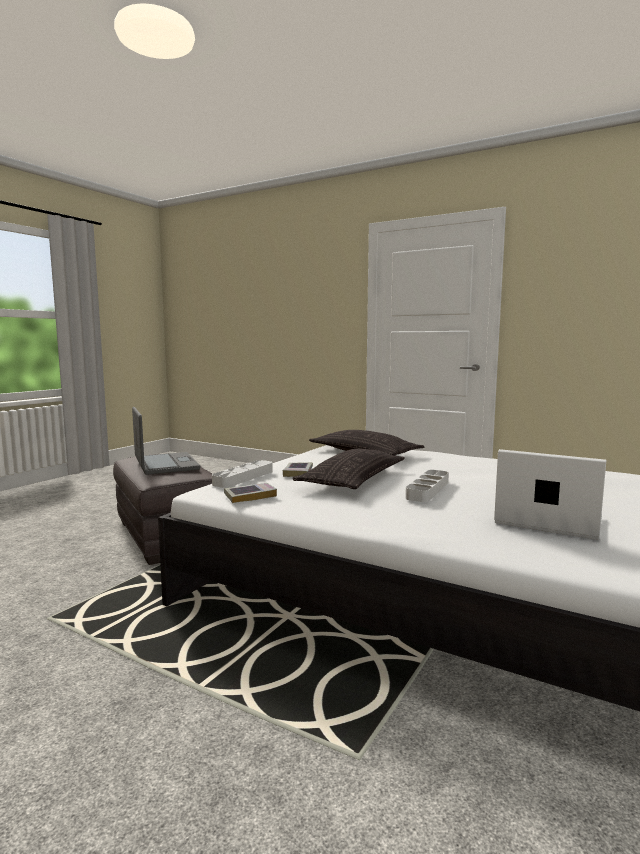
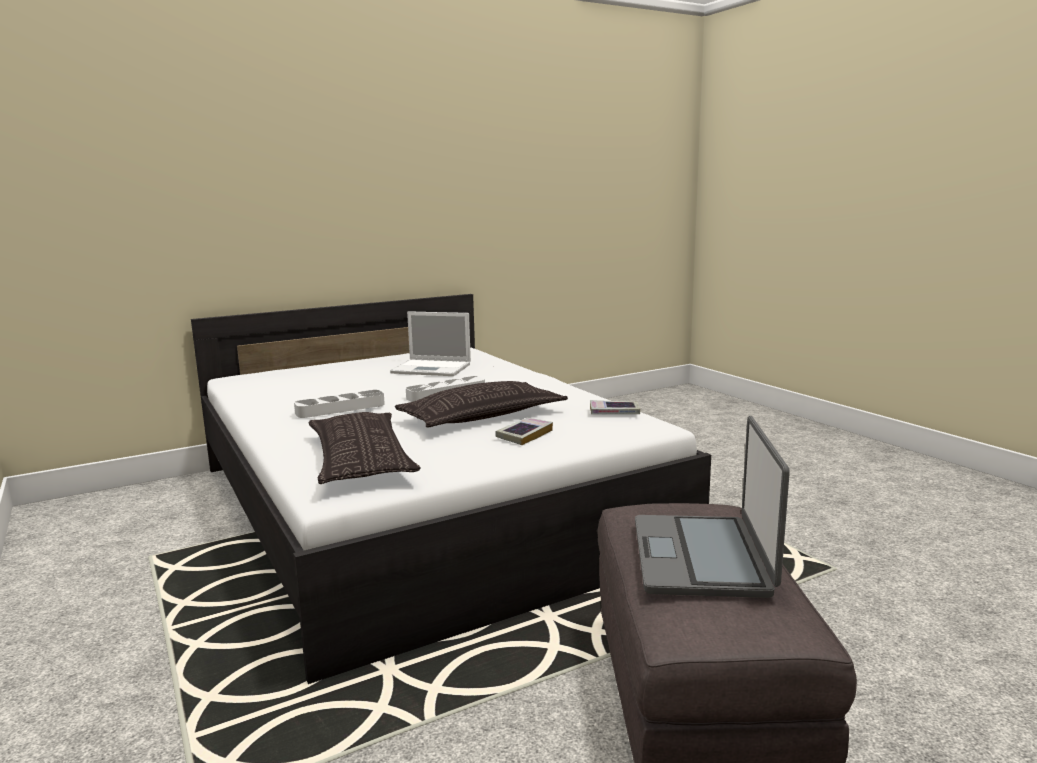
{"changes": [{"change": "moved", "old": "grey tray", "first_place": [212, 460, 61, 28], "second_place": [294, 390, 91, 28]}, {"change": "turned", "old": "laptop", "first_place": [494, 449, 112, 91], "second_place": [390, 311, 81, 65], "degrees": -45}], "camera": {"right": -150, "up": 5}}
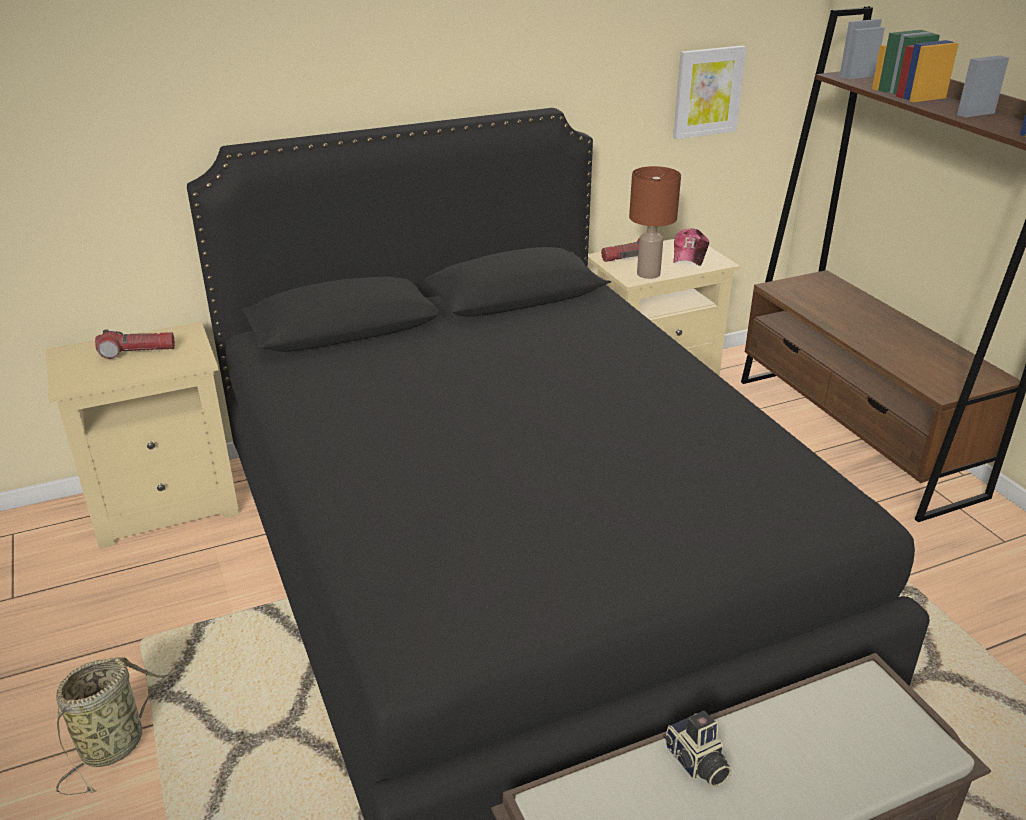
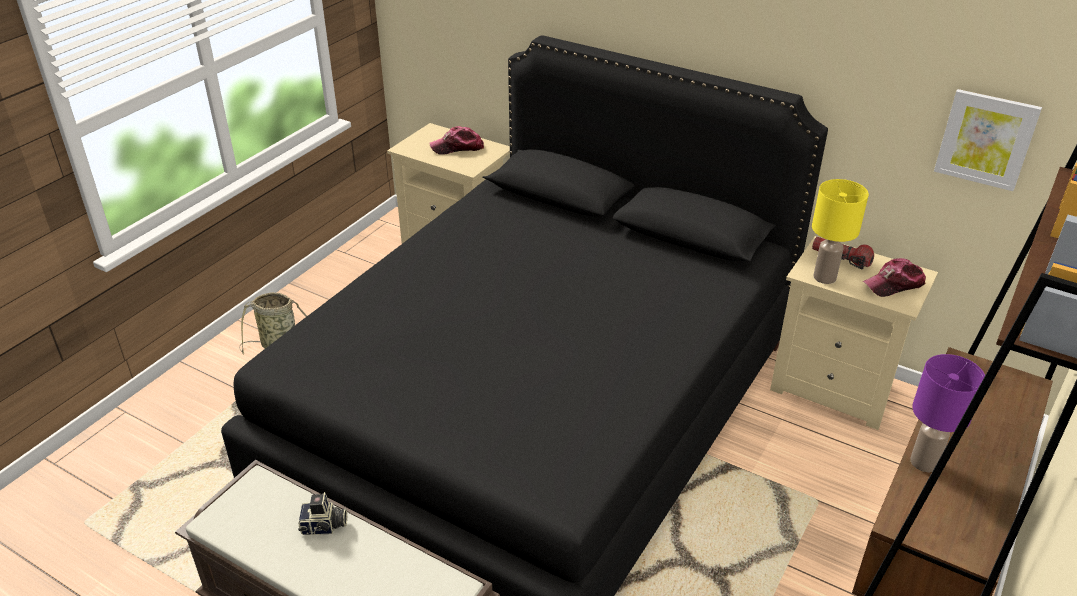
{"changes": [{"change": "replaced", "old": "flashlight", "new": "cap", "first_place": [95, 329, 80, 30], "second_place": [429, 126, 55, 29]}, {"change": "recoloured", "old": "brown table lamp", "new": "yellow table lamp", "first_place": [629, 166, 52, 113], "second_place": [812, 179, 57, 105]}, {"change": "turned", "old": "photo camera", "first_place": [663, 711, 69, 76], "second_place": [298, 492, 49, 43], "degrees": -120}, {"change": "added", "new": "purple table lamp", "second_place": [910, 354, 75, 118]}], "camera": {"right": 55, "up": 5}}
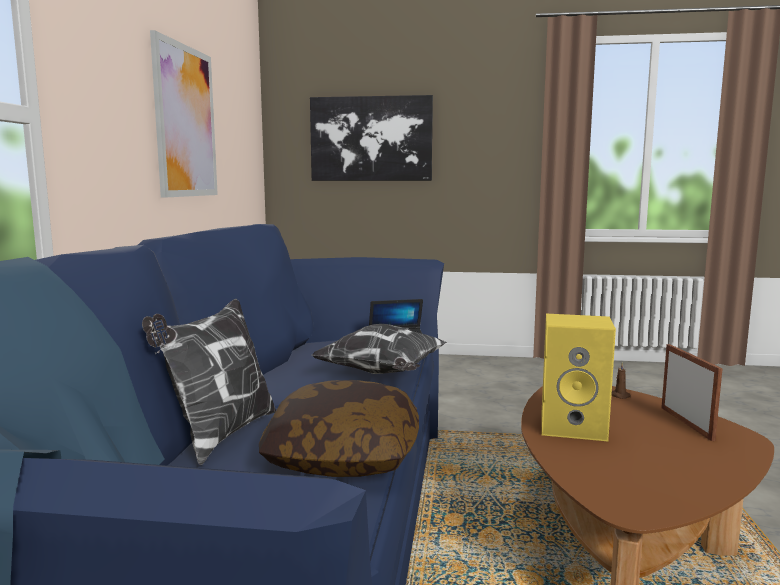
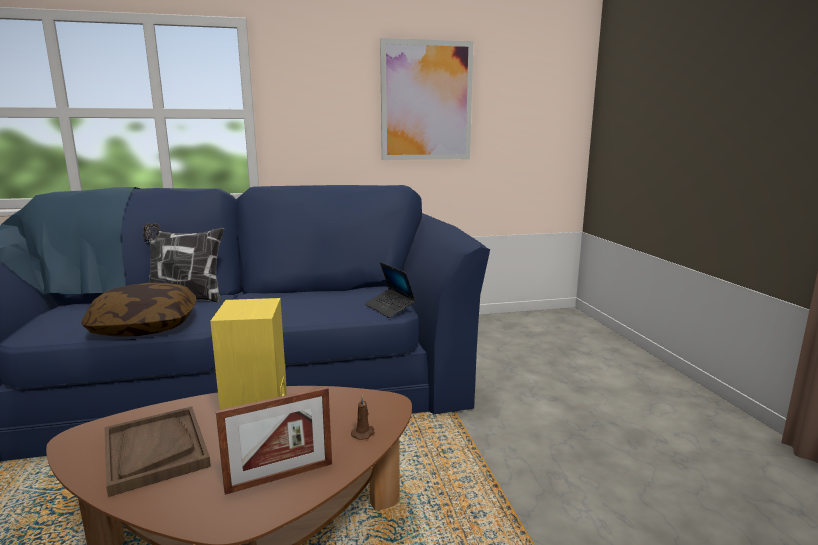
{"changes": [{"change": "removed", "old": "picture", "first_place": [310, 95, 123, 86]}, {"change": "removed", "old": "pillow", "first_place": [312, 324, 135, 50]}, {"change": "added", "new": "brown tray", "second_place": [104, 406, 107, 91]}], "camera": {"right": 70, "up": 5}}
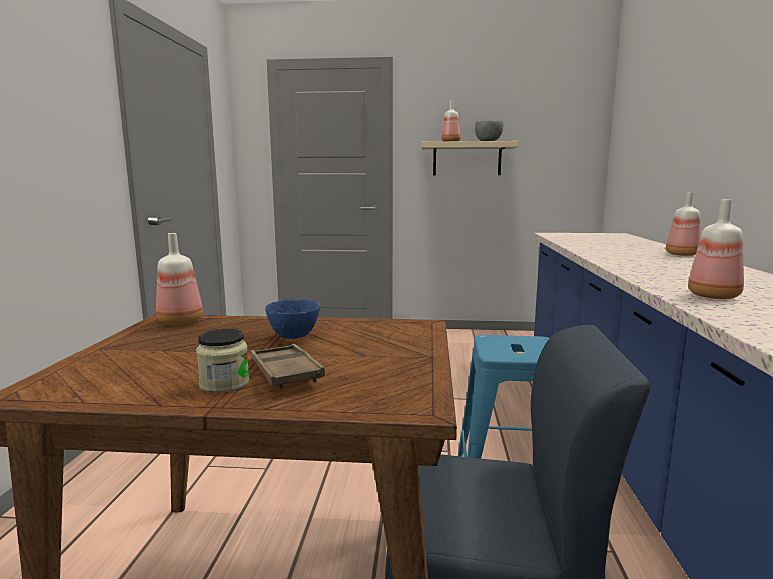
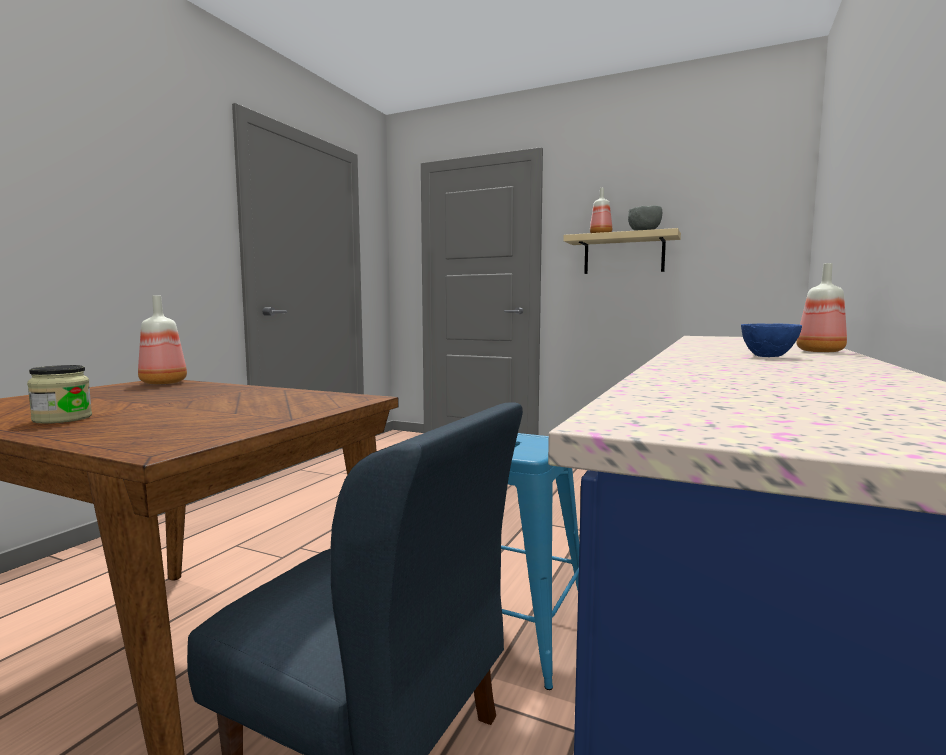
{"changes": [{"change": "removed", "old": "brown tray", "first_place": [251, 344, 74, 45]}, {"change": "moved", "old": "blue bowl", "first_place": [265, 299, 55, 40], "second_place": [741, 323, 61, 34]}, {"change": "removed", "old": "bottle", "first_place": [688, 200, 56, 99]}], "camera": {"right": 20, "up": -5}}
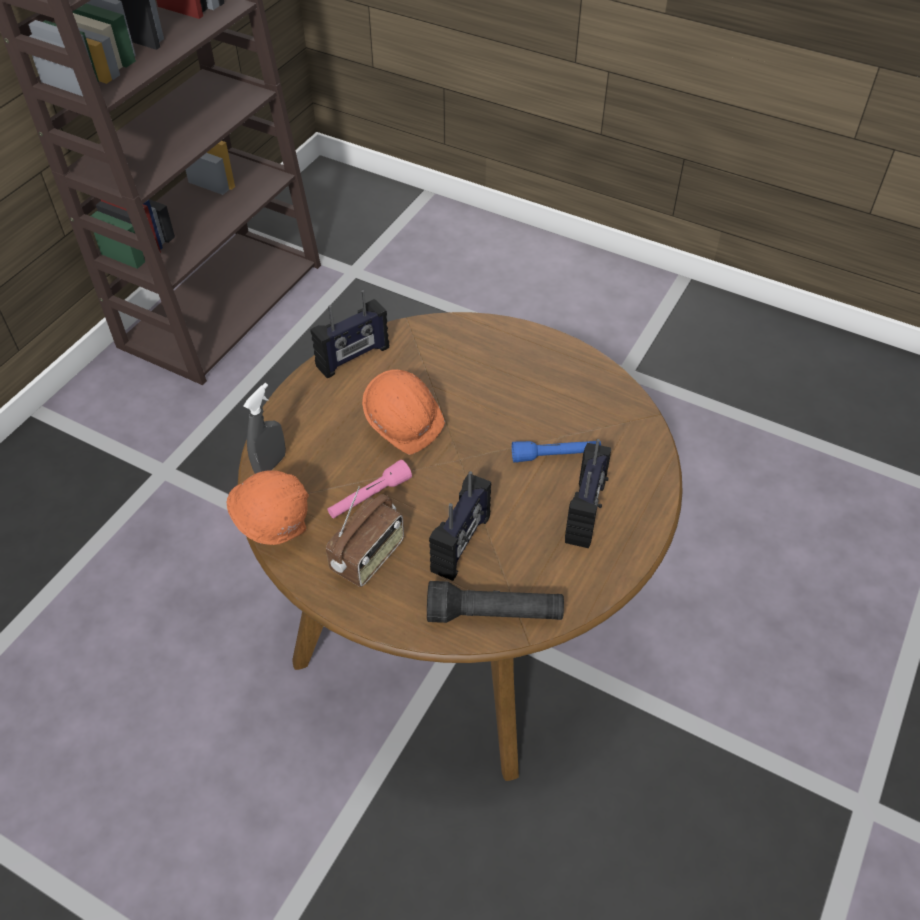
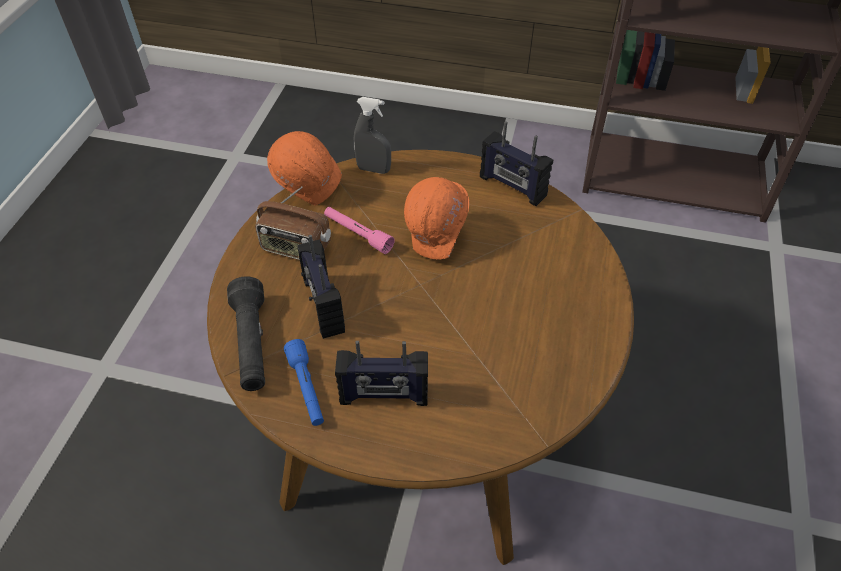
{"changes": [{"change": "turned", "old": "radio", "first_place": [429, 471, 62, 110], "second_place": [297, 235, 48, 104], "degrees": 60}, {"change": "moved", "old": "blue flashlight", "first_place": [512, 441, 89, 22], "second_place": [284, 339, 40, 87]}], "camera": {"right": 75, "up": 0}}
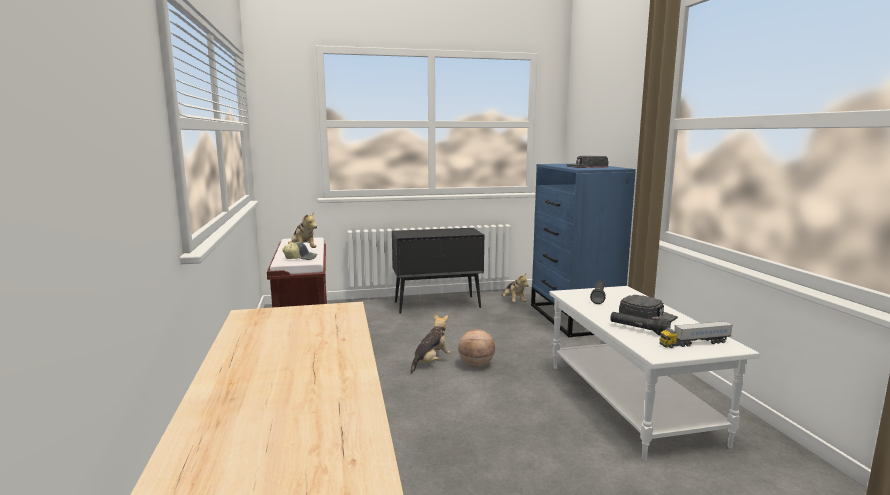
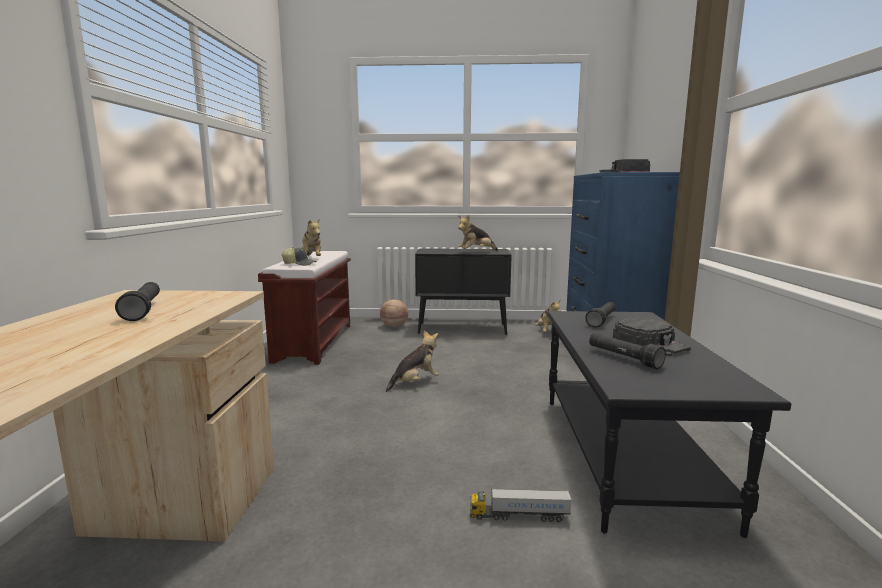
{"changes": [{"change": "moved", "old": "basketball", "first_place": [458, 329, 37, 38], "second_place": [380, 299, 28, 29]}, {"change": "recoloured", "old": "white coffee table", "new": "black coffee table", "first_place": [549, 286, 211, 175], "second_place": [547, 311, 244, 227]}, {"change": "moved", "old": "toy truck", "first_place": [660, 321, 73, 27], "second_place": [470, 488, 102, 34]}, {"change": "added", "new": "black flashlight", "second_place": [115, 282, 45, 39]}, {"change": "added", "new": "plush toy", "second_place": [458, 215, 40, 36]}], "camera": {"right": 15, "up": 0}}
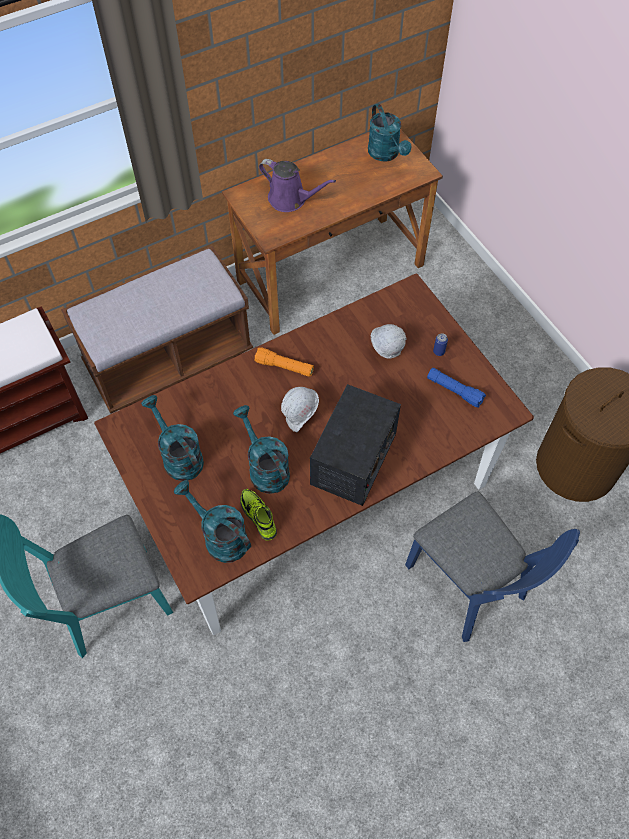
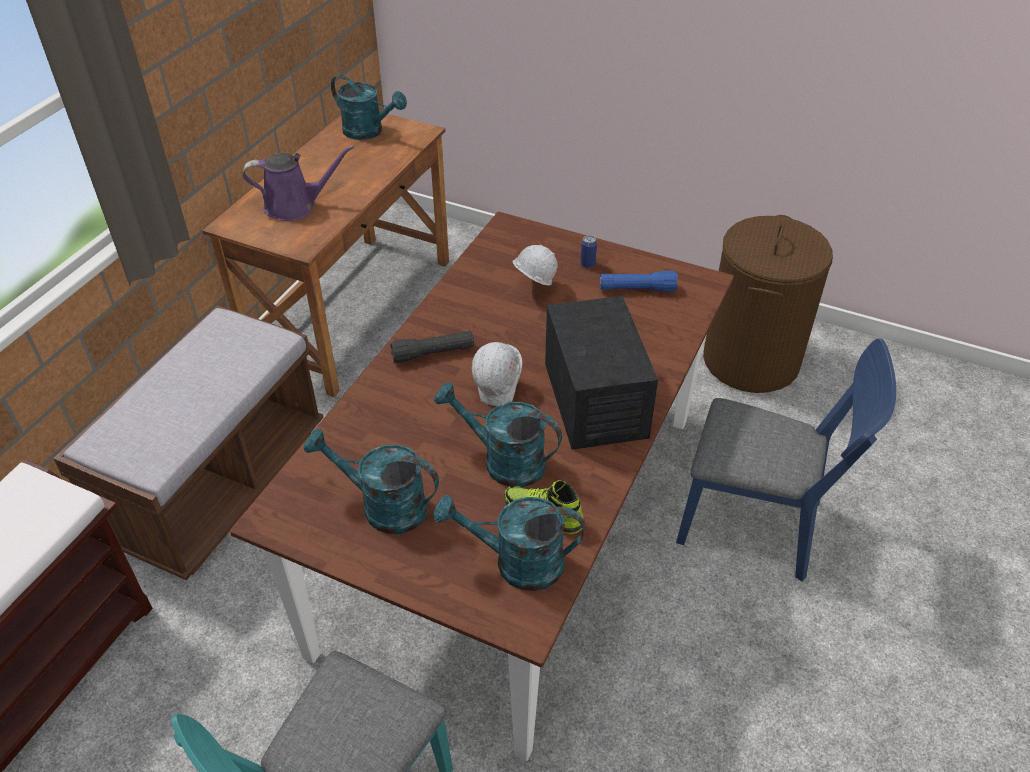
{"changes": [{"change": "recoloured", "old": "orange flashlight", "new": "black flashlight", "first_place": [254, 347, 60, 30], "second_place": [390, 330, 84, 33]}], "camera": {"right": -35, "up": -15}}
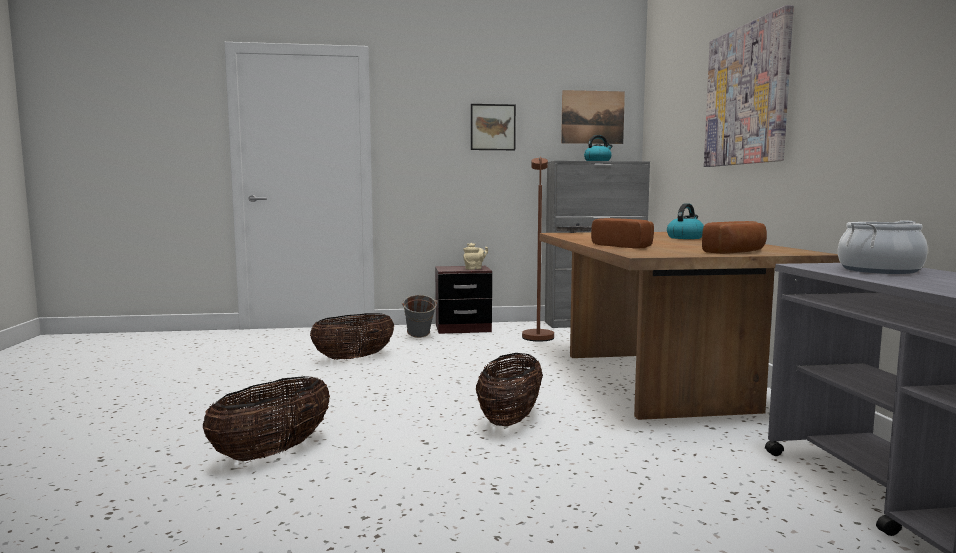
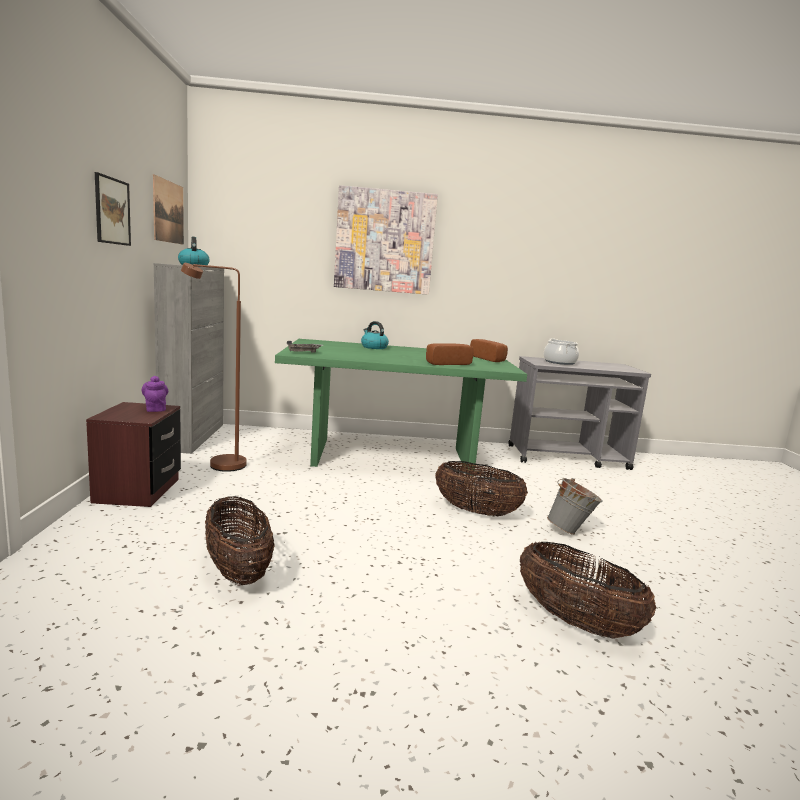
{"changes": [{"change": "moved", "old": "grey bucket", "first_place": [402, 295, 36, 43], "second_place": [547, 478, 56, 57]}, {"change": "recoloured", "old": "beige teapot", "new": "purple teapot", "first_place": [463, 243, 25, 27], "second_place": [142, 376, 26, 36]}, {"change": "recoloured", "old": "brown dining table", "new": "green dining table", "first_place": [539, 232, 301, 188], "second_place": [275, 339, 252, 137]}], "camera": {"right": -85, "up": 5}}
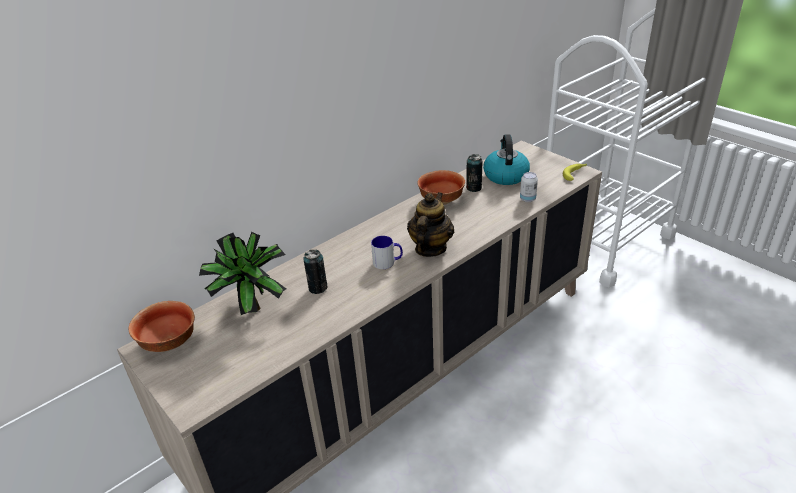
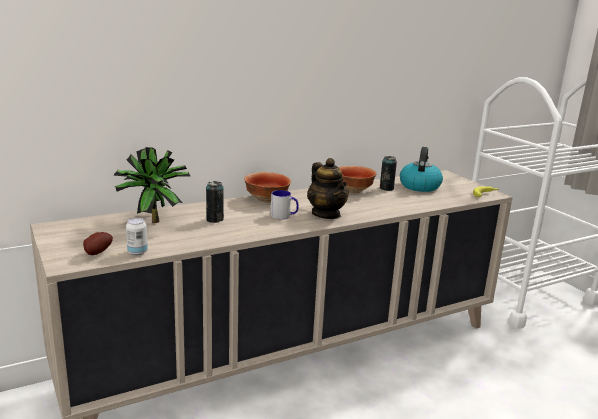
{"changes": [{"change": "moved", "old": "bowl", "first_place": [129, 301, 66, 51], "second_place": [244, 172, 47, 31]}, {"change": "turned", "old": "teapot", "first_place": [407, 192, 47, 65], "second_place": [307, 158, 41, 61], "degrees": 120}, {"change": "moved", "old": "can", "first_place": [520, 172, 18, 30], "second_place": [126, 218, 22, 37]}, {"change": "added", "new": "potato", "second_place": [83, 232, 30, 23]}], "camera": {"right": 10, "up": -15}}
